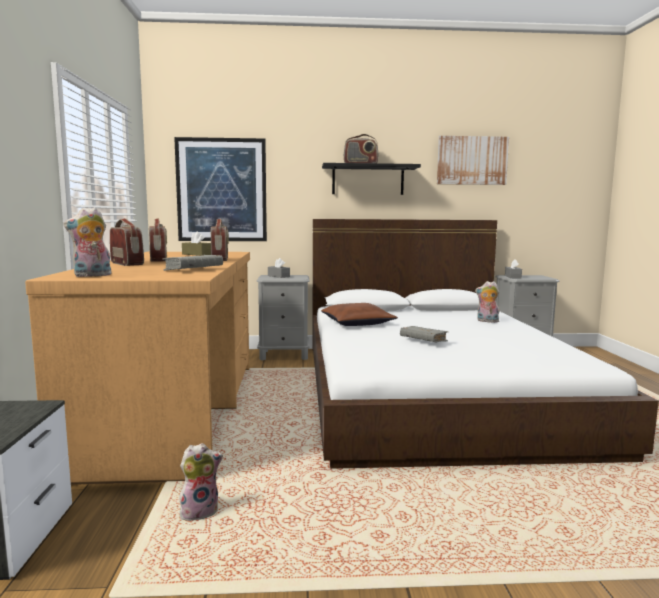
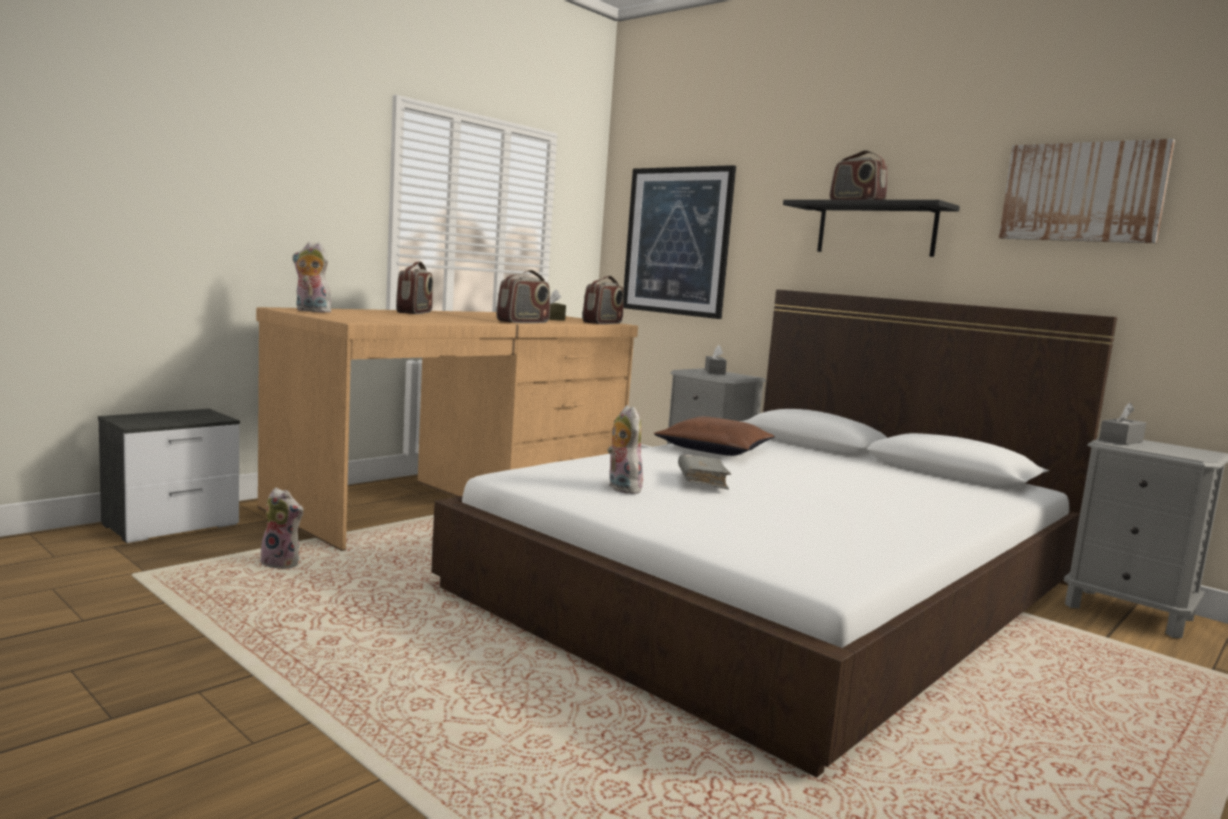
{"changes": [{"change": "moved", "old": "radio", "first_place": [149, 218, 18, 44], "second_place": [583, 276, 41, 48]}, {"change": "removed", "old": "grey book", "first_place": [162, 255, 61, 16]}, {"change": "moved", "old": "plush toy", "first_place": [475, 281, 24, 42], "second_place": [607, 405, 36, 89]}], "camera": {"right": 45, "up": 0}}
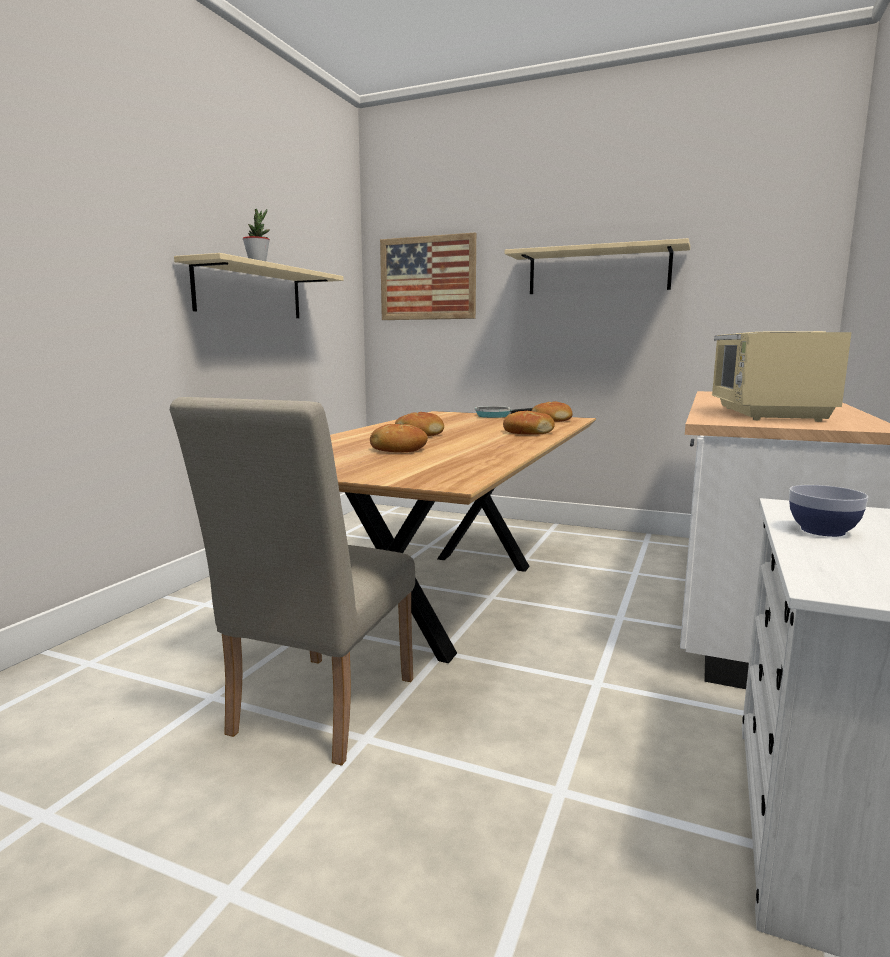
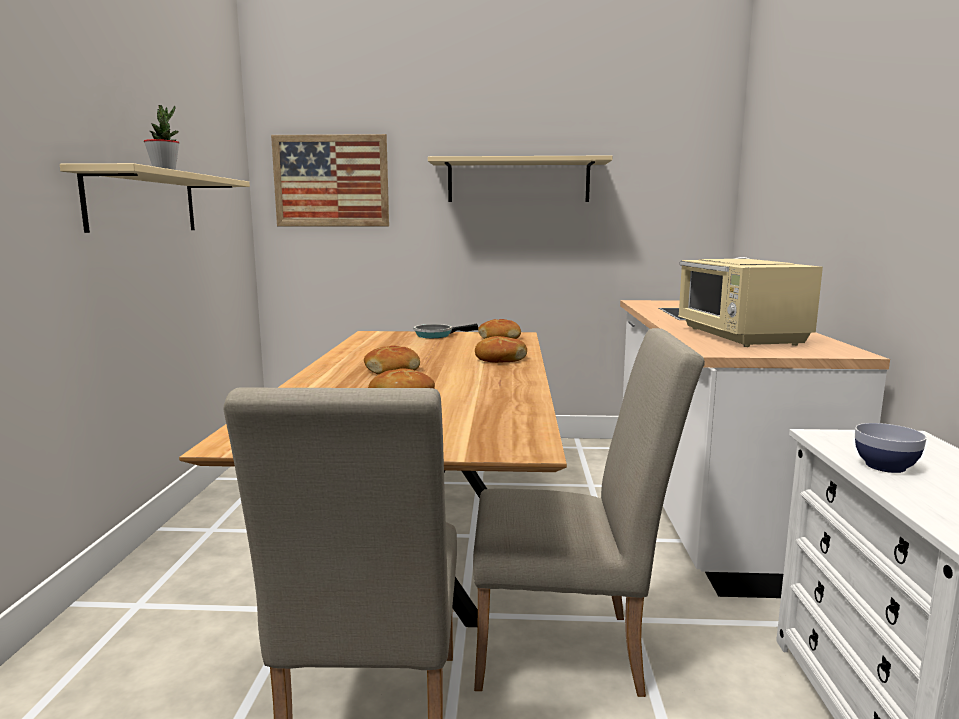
{"changes": [{"change": "added", "new": "beige chair", "second_place": [473, 328, 232, 369]}], "camera": {"right": -20, "up": 0}}
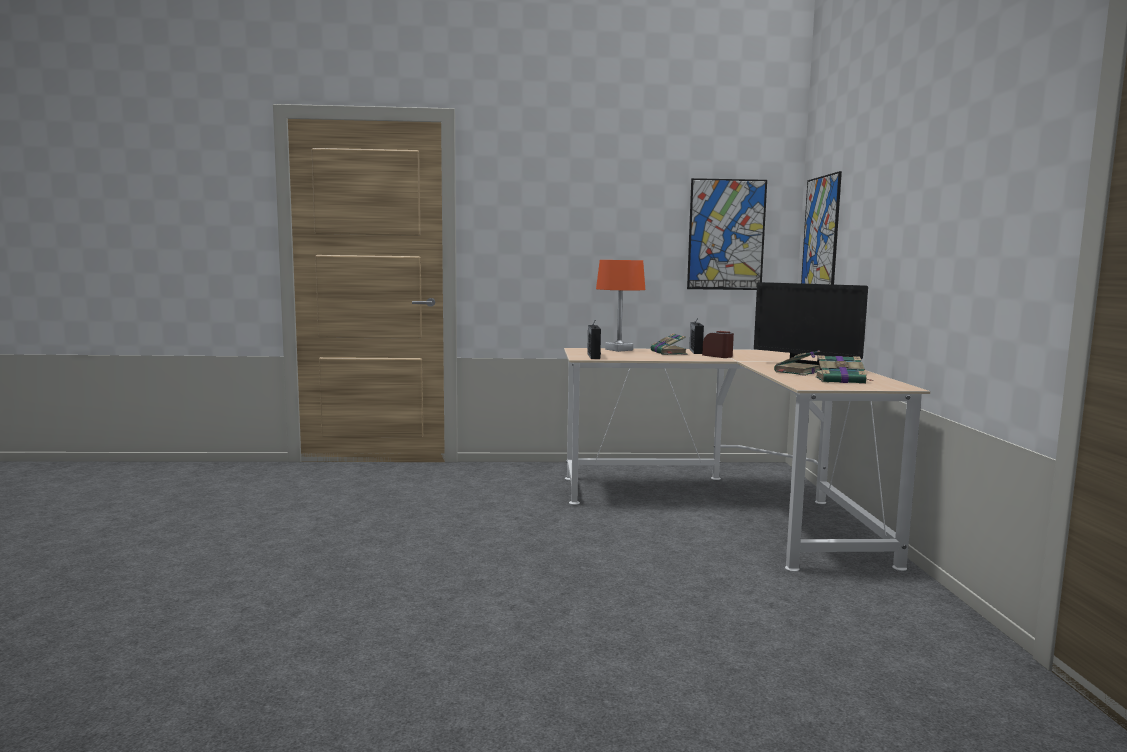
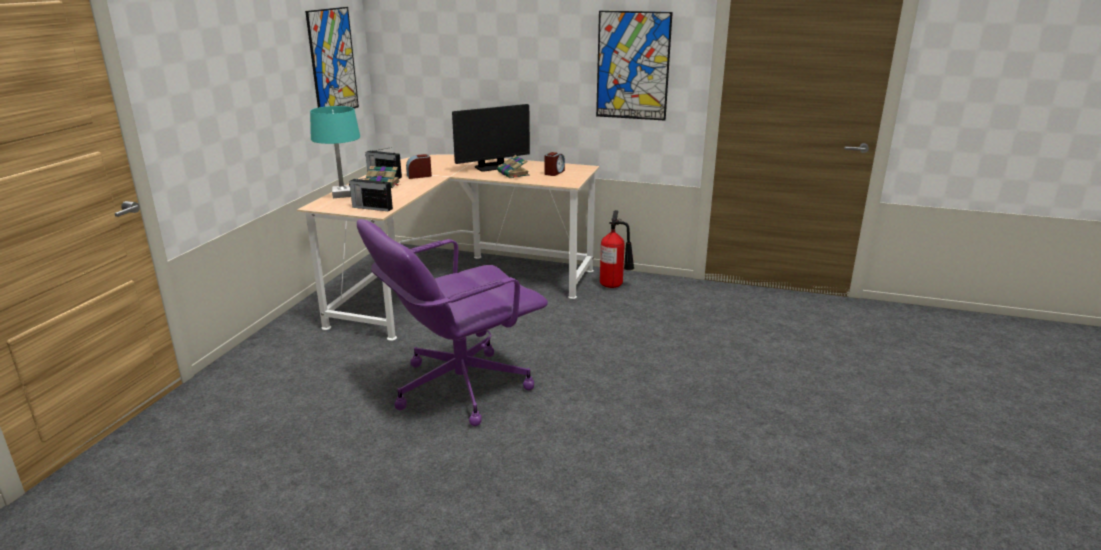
{"changes": [{"change": "recoloured", "old": "orange table lamp", "new": "turquoise table lamp", "first_place": [596, 260, 49, 92], "second_place": [310, 106, 50, 92]}, {"change": "moved", "old": "picture", "first_place": [801, 171, 41, 114], "second_place": [596, 11, 77, 110]}, {"change": "replaced", "old": "book", "new": "alarm clock", "first_place": [816, 355, 57, 29], "second_place": [544, 152, 21, 24]}, {"change": "added", "new": "purple office chair", "second_place": [357, 219, 191, 207]}, {"change": "added", "new": "fire extinguisher", "second_place": [600, 210, 34, 78]}], "camera": {"right": -70, "up": 15}}
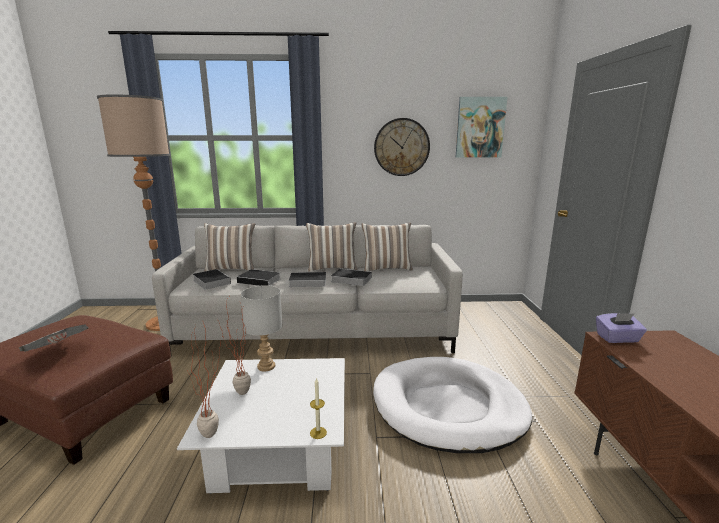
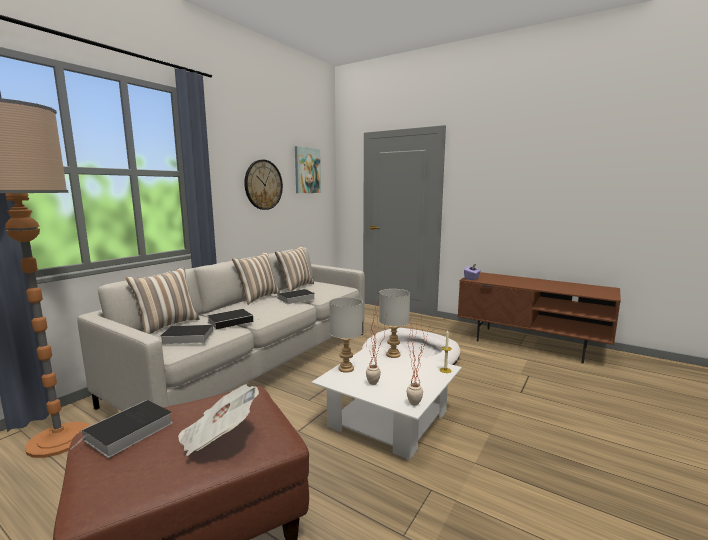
{"changes": [{"change": "moved", "old": "book", "first_place": [289, 272, 37, 15], "second_place": [70, 400, 103, 58]}, {"change": "added", "new": "grey table lamp", "second_place": [379, 289, 31, 69]}], "camera": {"right": -55, "up": -5}}
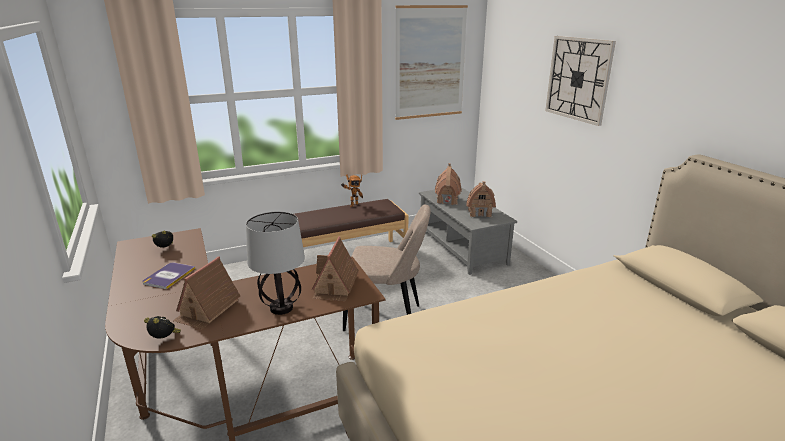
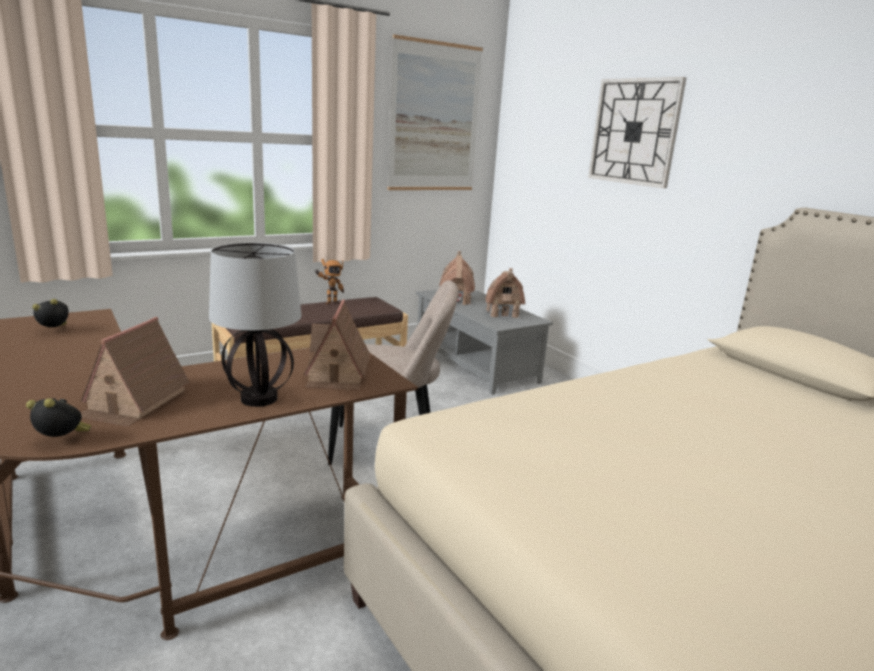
{"changes": [{"change": "removed", "old": "book", "first_place": [142, 262, 53, 27]}], "camera": {"right": -10, "up": -5}}
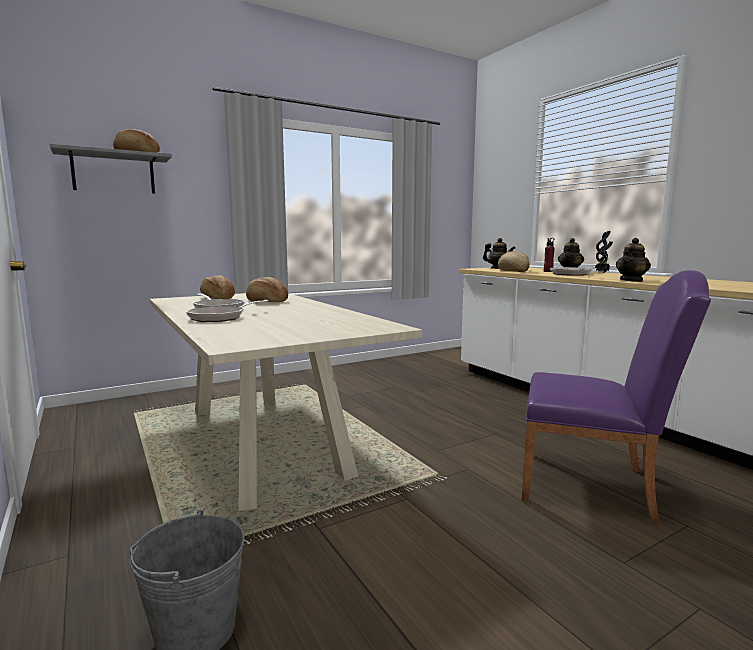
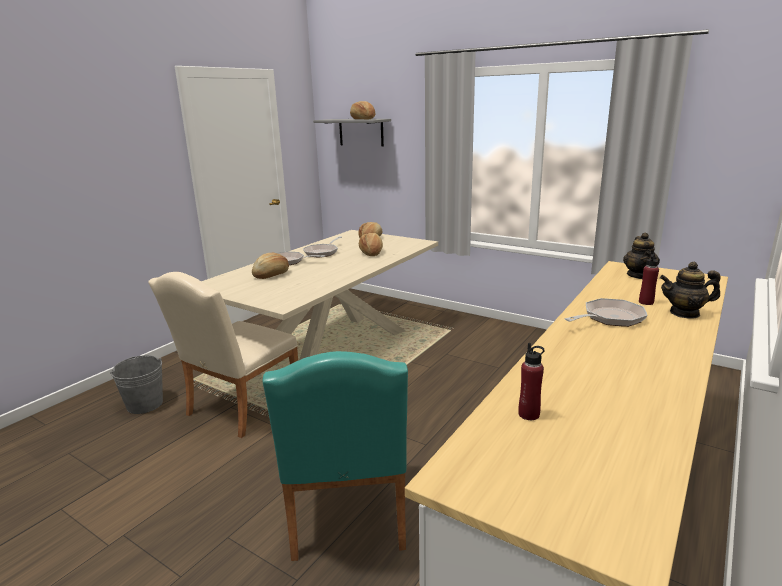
{"changes": [{"change": "moved", "old": "bread", "first_place": [498, 251, 32, 21], "second_place": [252, 253, 37, 26]}, {"change": "recoloured", "old": "purple chair", "new": "turquoise chair", "first_place": [522, 270, 189, 255], "second_place": [262, 351, 146, 210]}, {"change": "removed", "old": "potted plant", "first_place": [595, 231, 18, 42]}, {"change": "removed", "old": "teapot", "first_place": [616, 238, 35, 44]}, {"change": "added", "new": "beige chair", "second_place": [148, 272, 150, 166]}, {"change": "added", "new": "red bottle", "second_place": [518, 343, 27, 77]}], "camera": {"right": 65, "up": 10}}
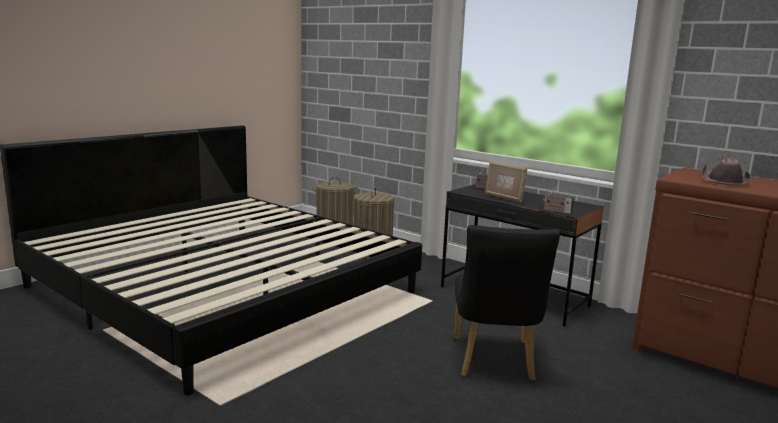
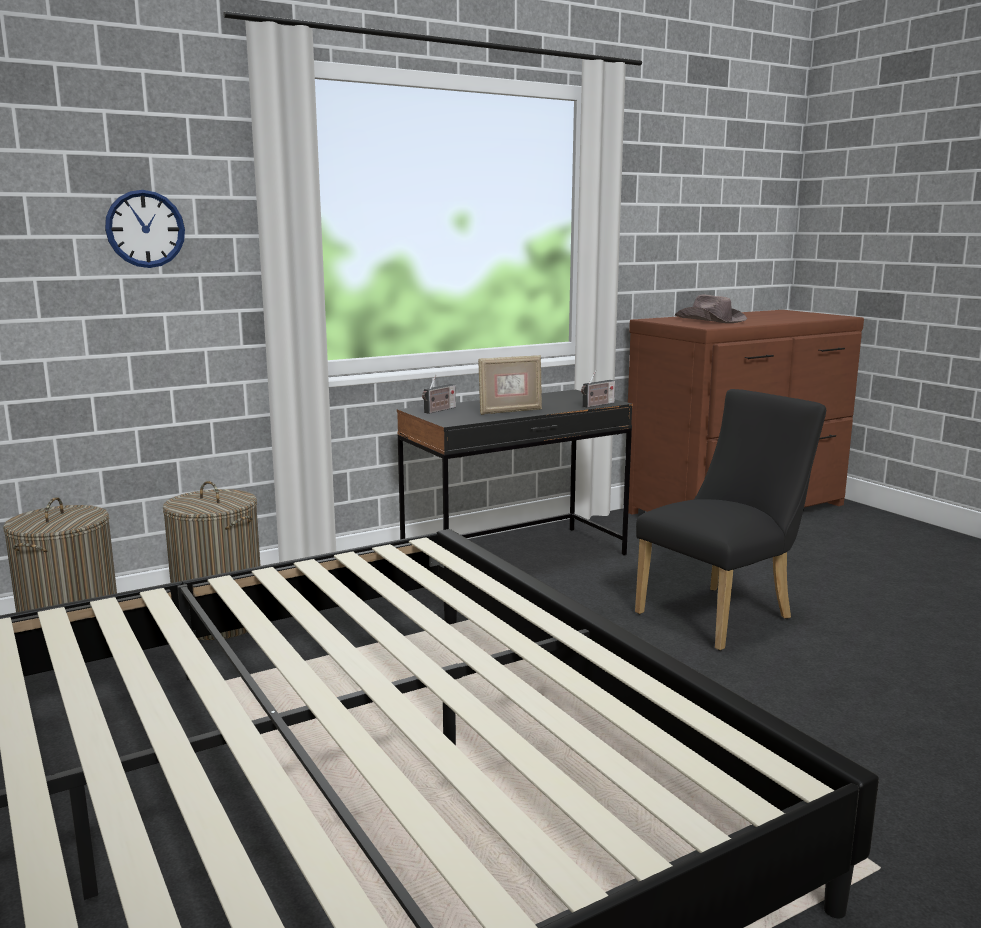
{"changes": [{"change": "turned", "old": "black chair", "first_place": [454, 225, 106, 156], "second_place": [635, 389, 191, 262], "degrees": -60}, {"change": "added", "new": "wall clock", "second_place": [105, 190, 80, 78]}], "camera": {"right": -70, "up": 0}}
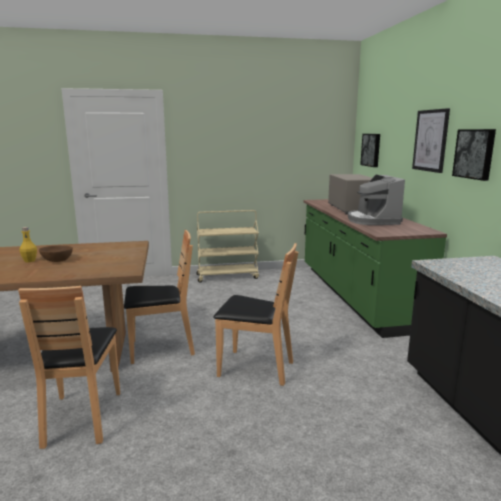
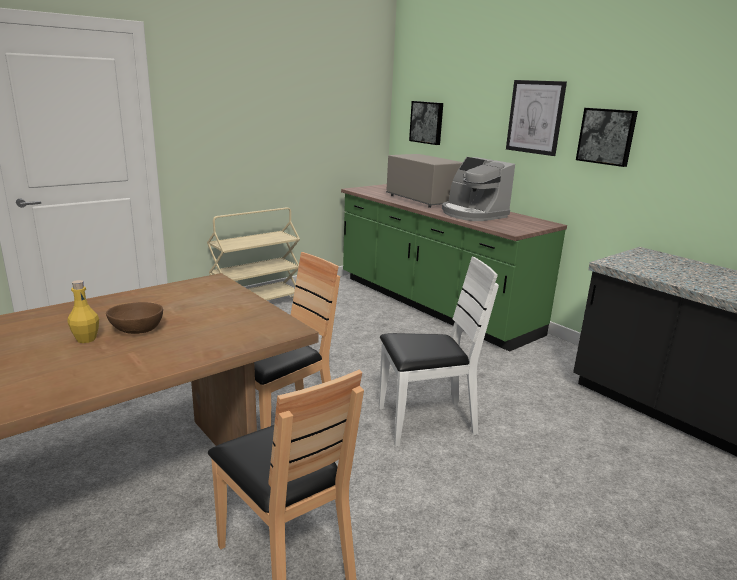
{"changes": [{"change": "recoloured", "old": "brown chair", "new": "white chair", "first_place": [213, 243, 85, 143], "second_place": [379, 257, 120, 189]}], "camera": {"right": -30, "up": 5}}
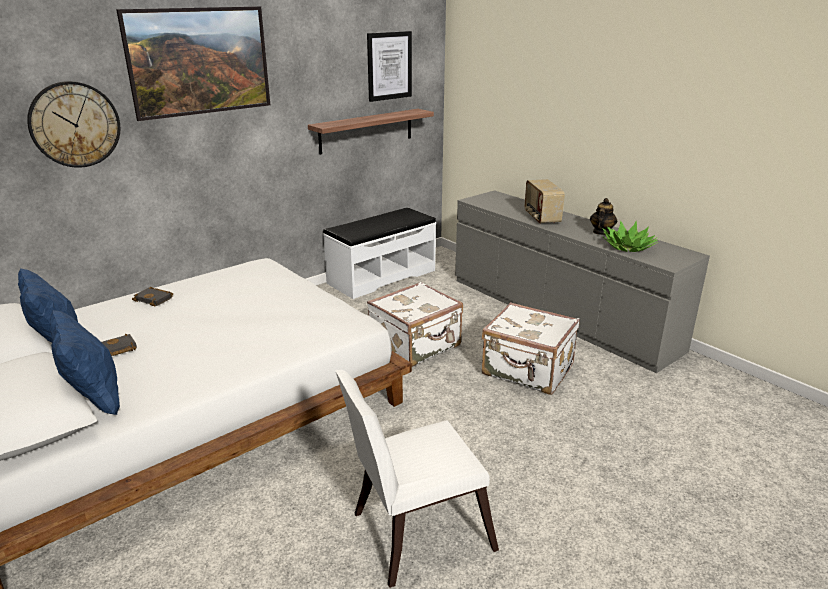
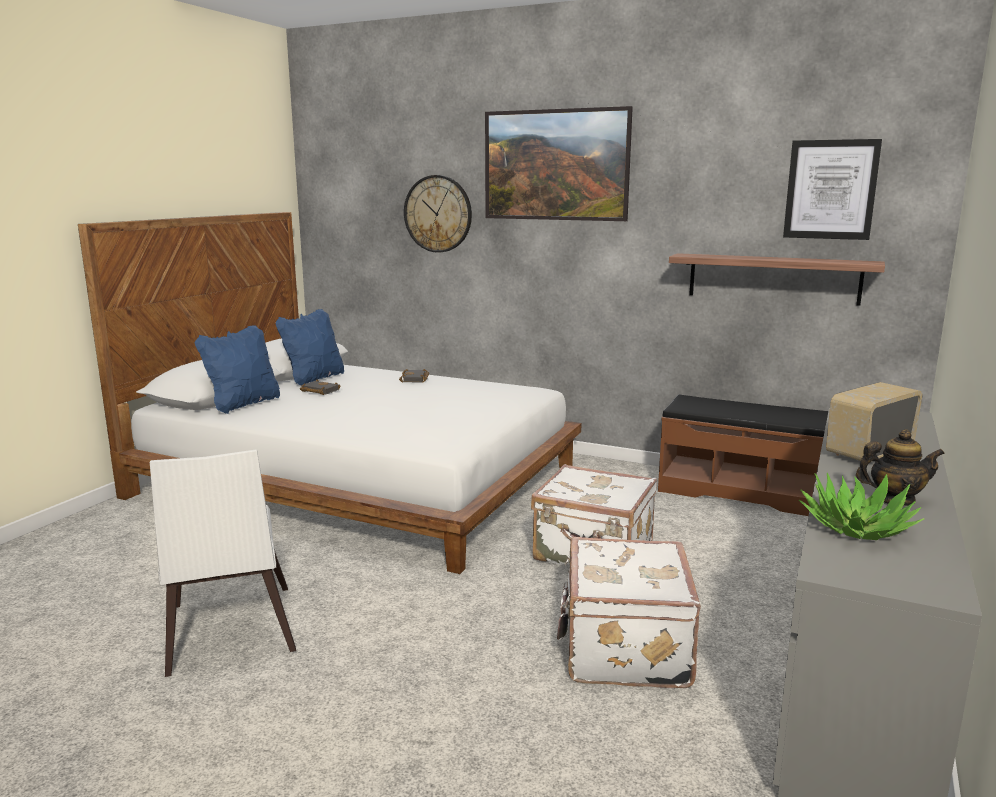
{"changes": [{"change": "recoloured", "old": "white bench", "new": "brown bench", "first_place": [323, 208, 113, 91], "second_place": [658, 395, 170, 121]}, {"change": "turned", "old": "white chair", "first_place": [335, 370, 164, 218], "second_place": [150, 450, 146, 227], "degrees": -150}], "camera": {"right": 65, "up": -10}}
